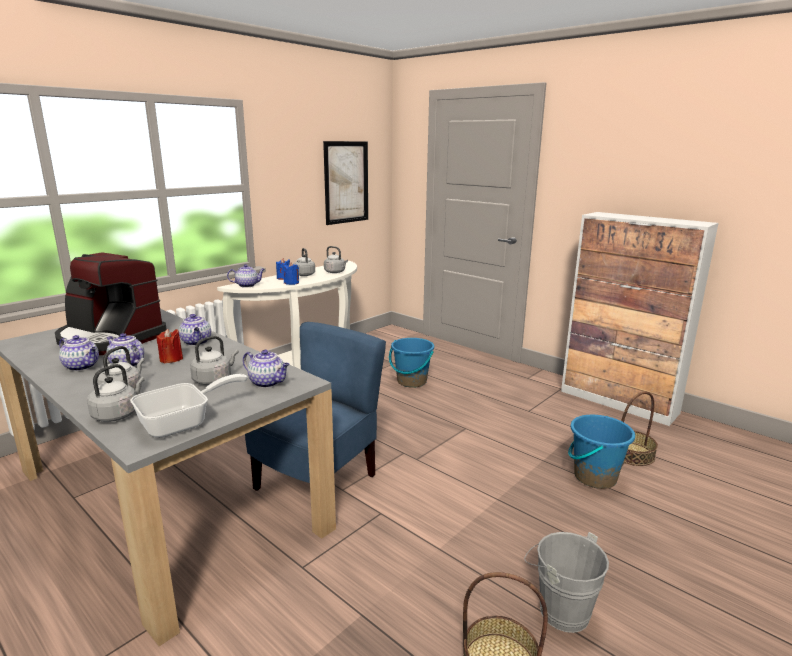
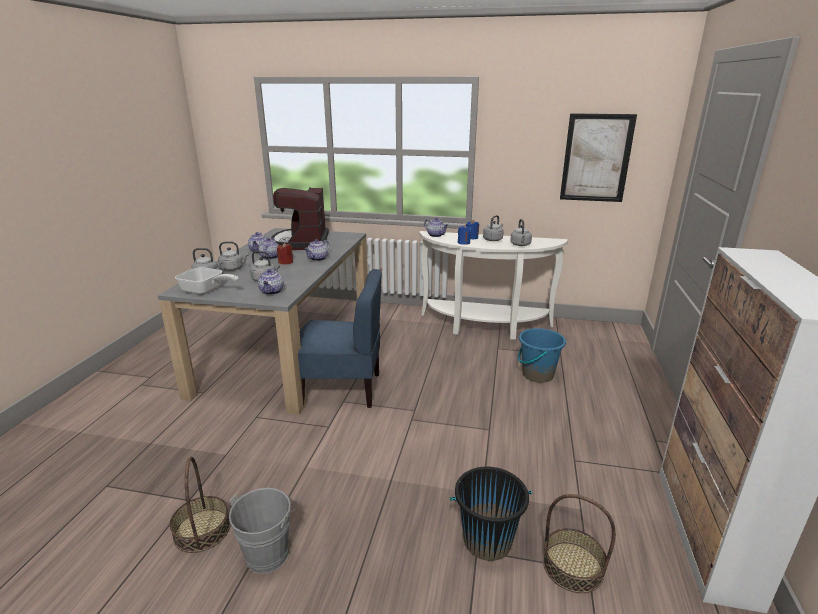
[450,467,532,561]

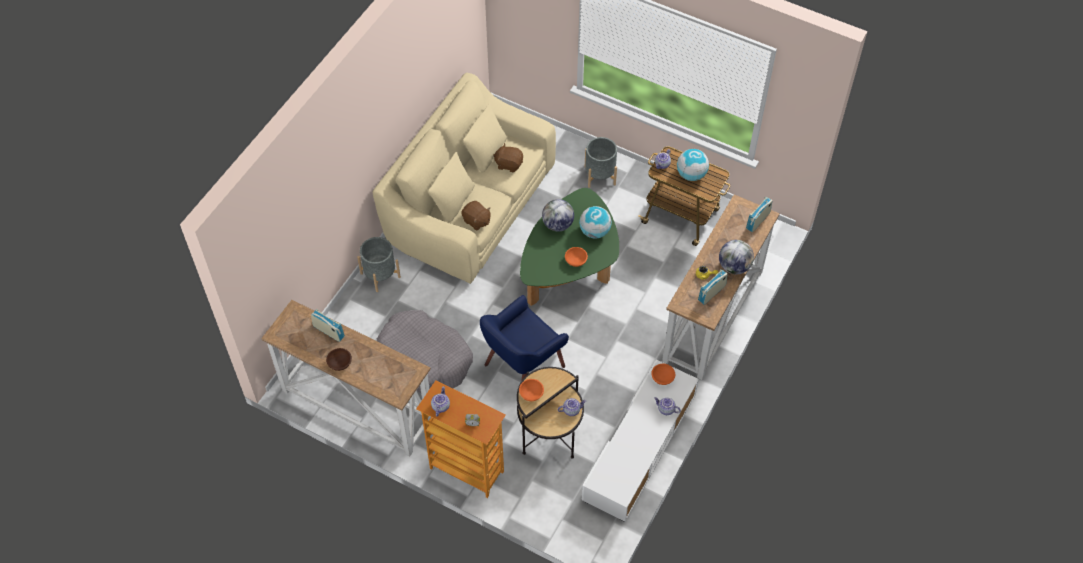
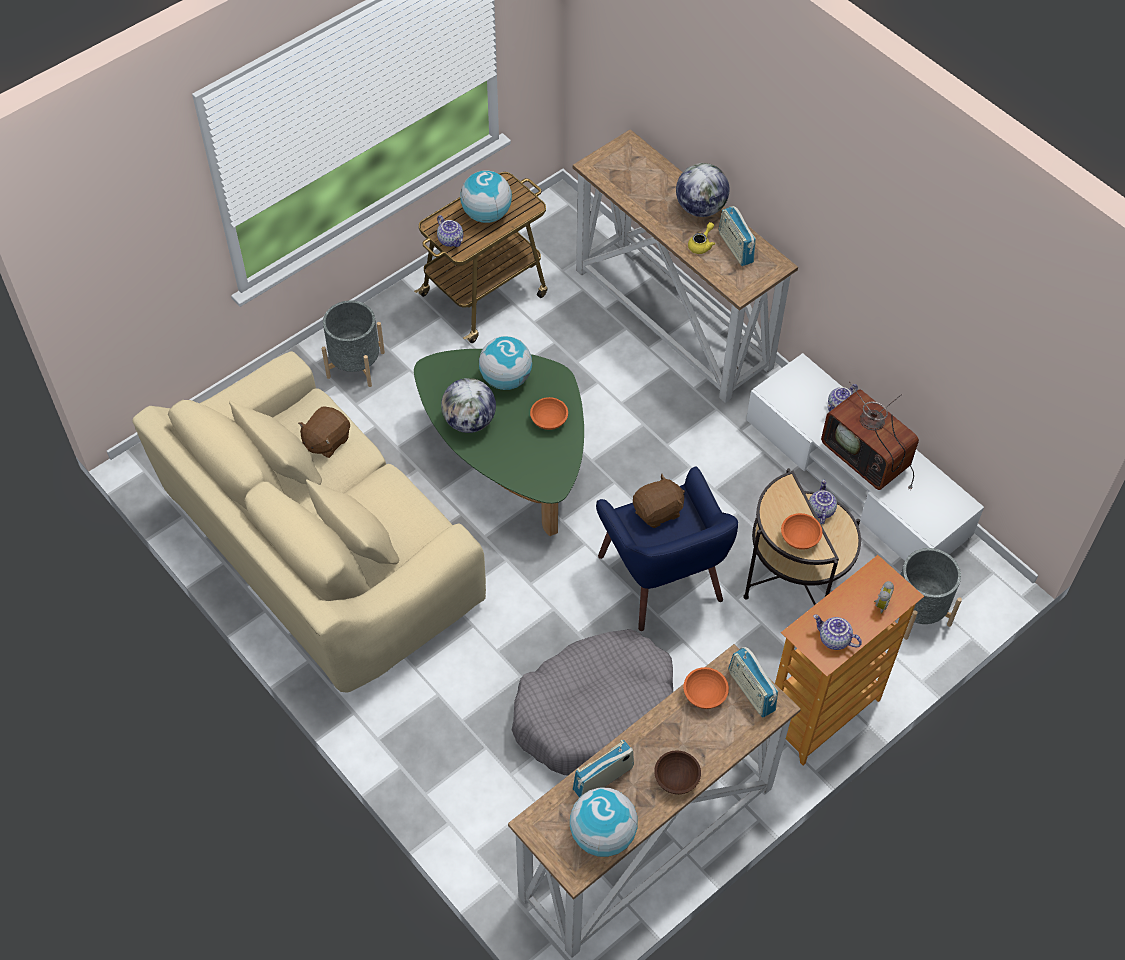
[900,548,962,640]
[633,474,685,528]
[683,667,729,709]
[728,647,778,717]
[570,788,638,857]
[821,381,919,490]

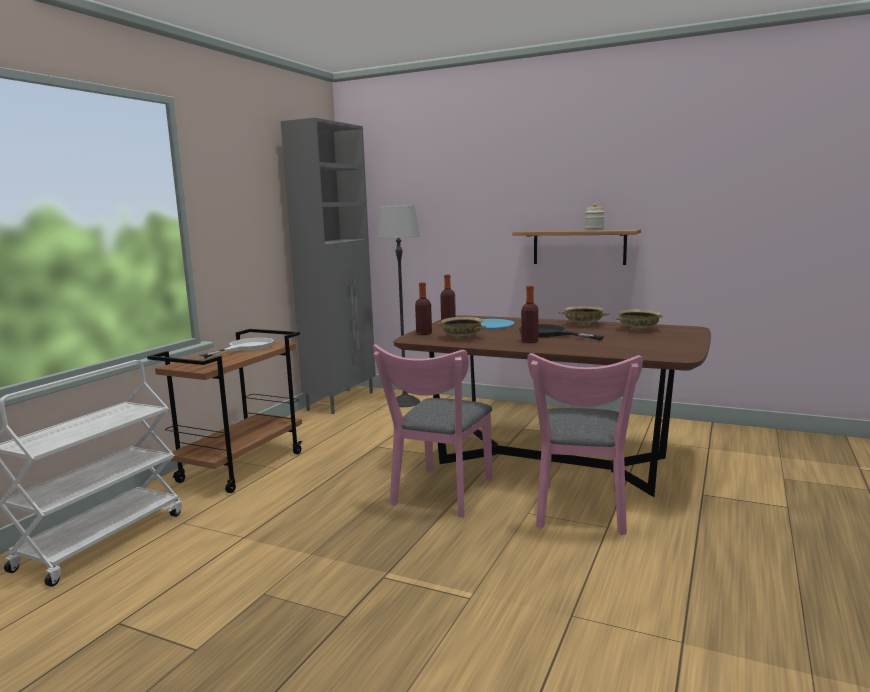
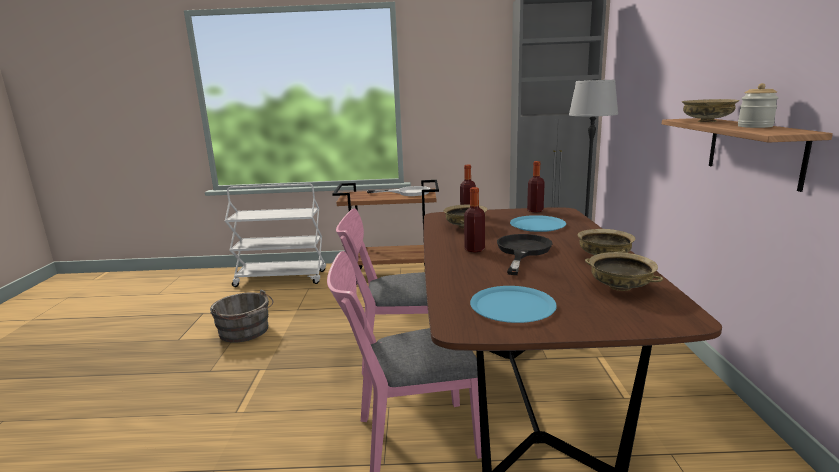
[210,290,273,343]
[470,286,557,323]
[682,99,739,122]

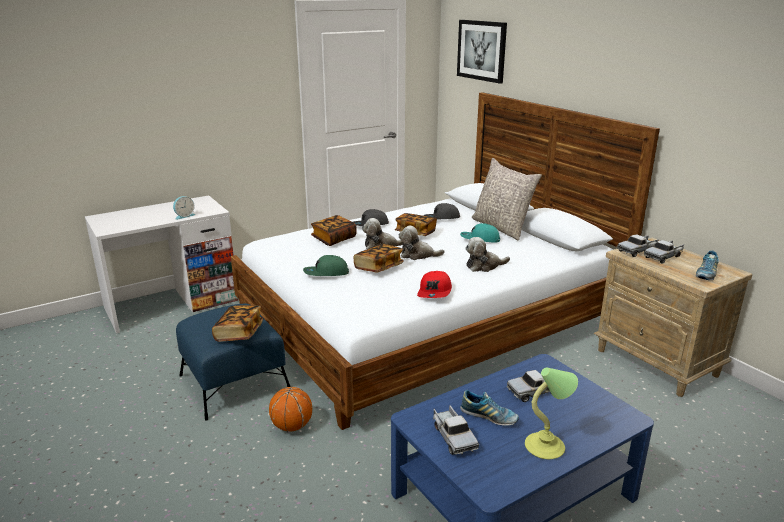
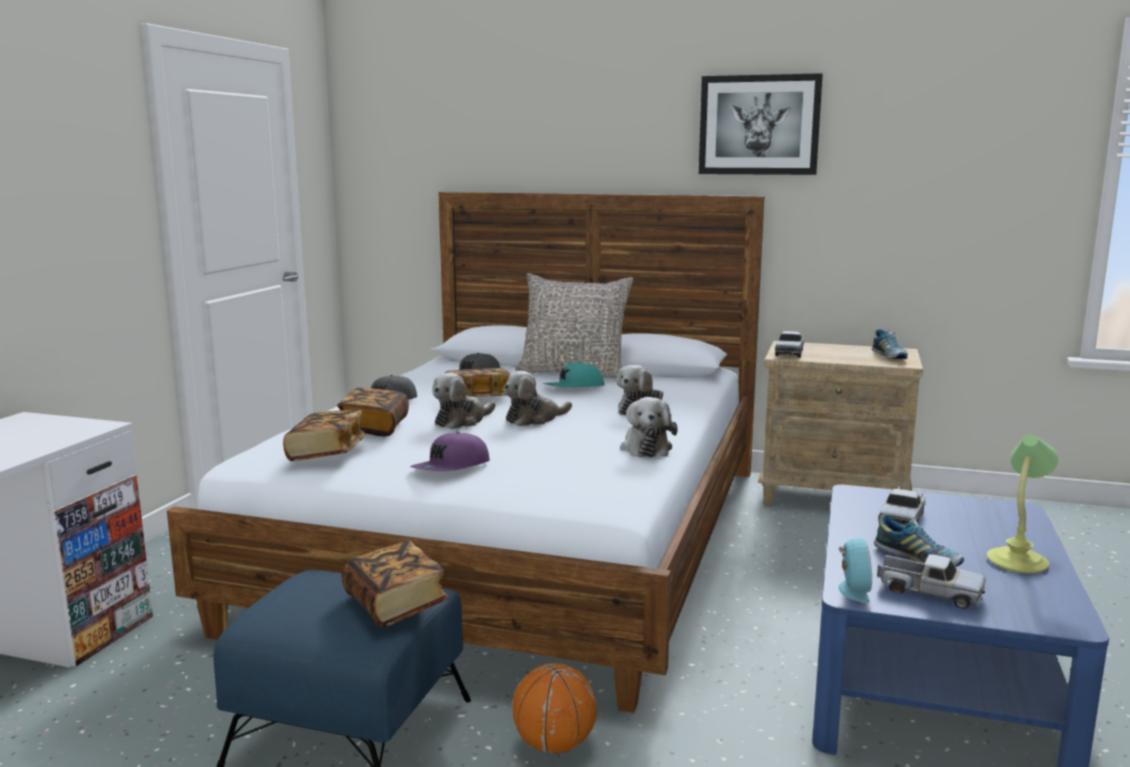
[838,538,872,603]
[410,432,490,471]
[283,410,365,461]
[620,397,678,457]
[699,73,823,175]
[874,514,964,567]
[644,240,684,264] (first image)

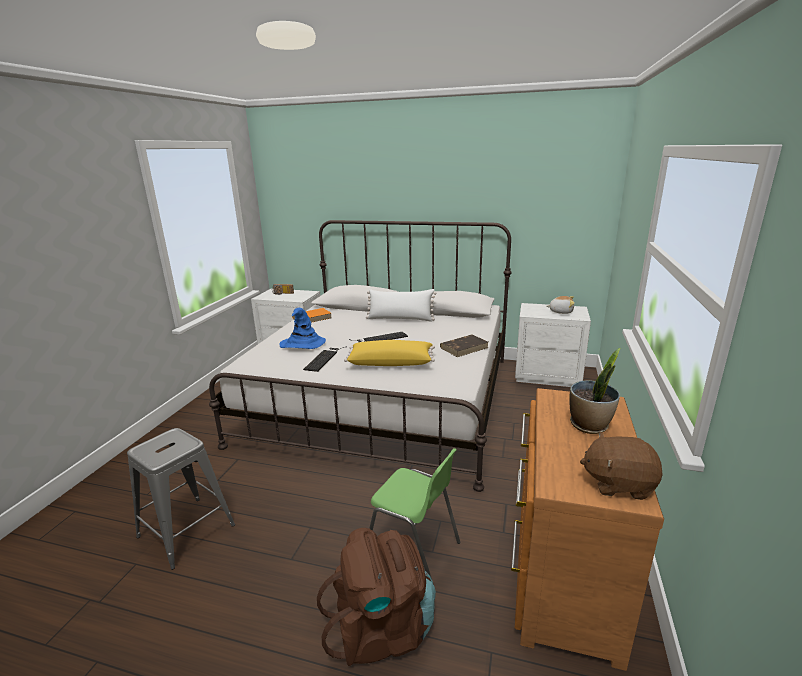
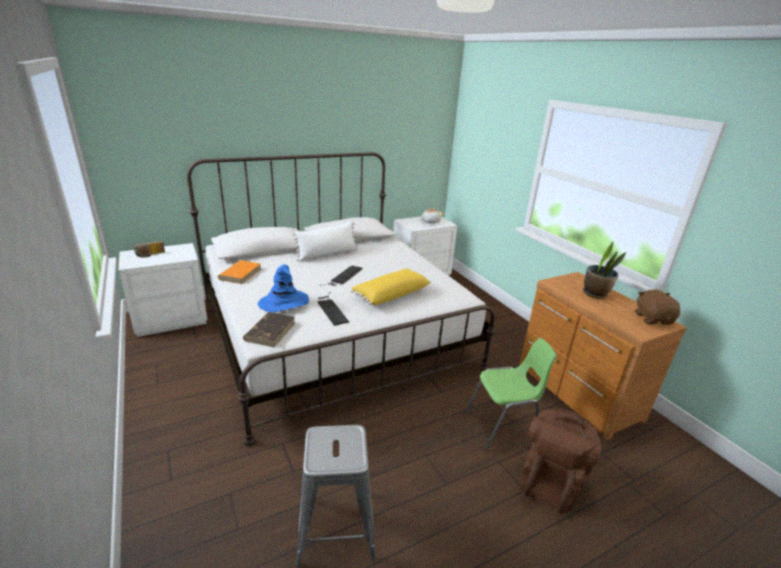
[243,312,295,347]
[635,289,680,325]

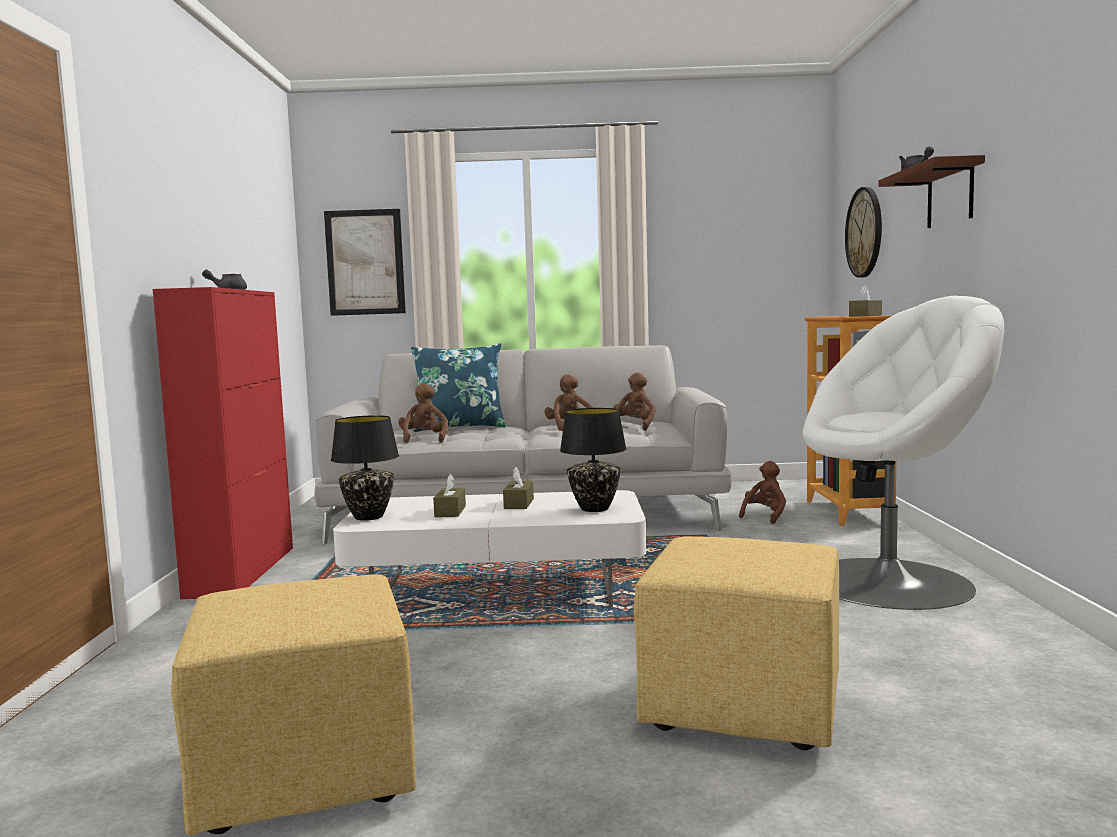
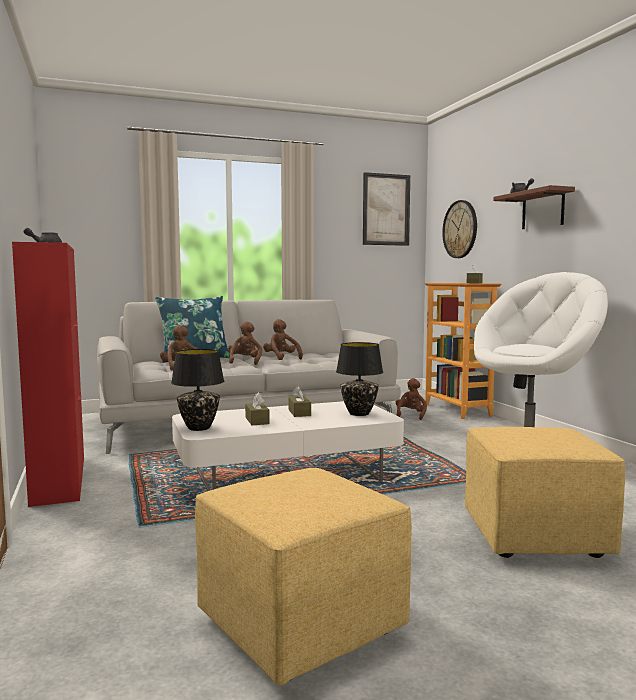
[363,172,410,246]
[228,322,262,365]

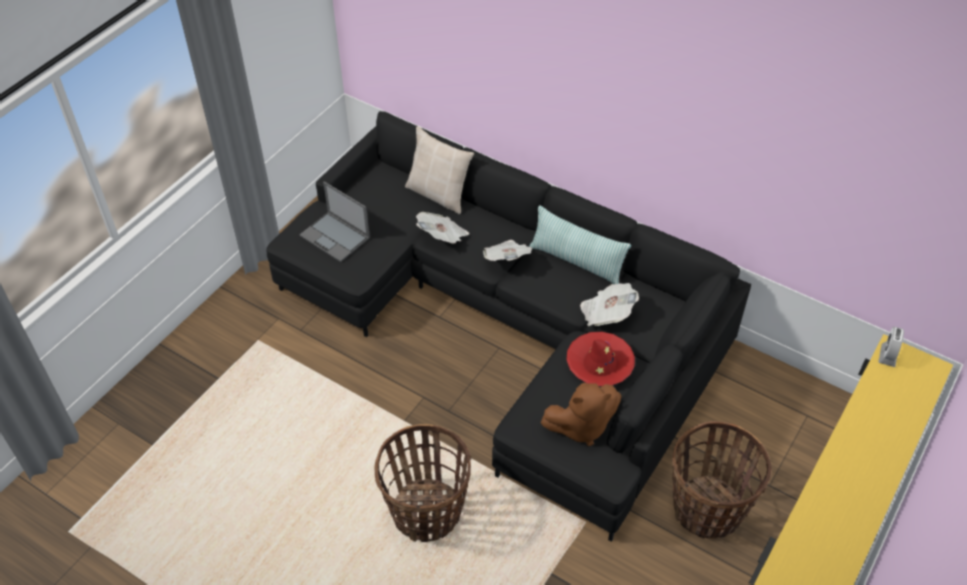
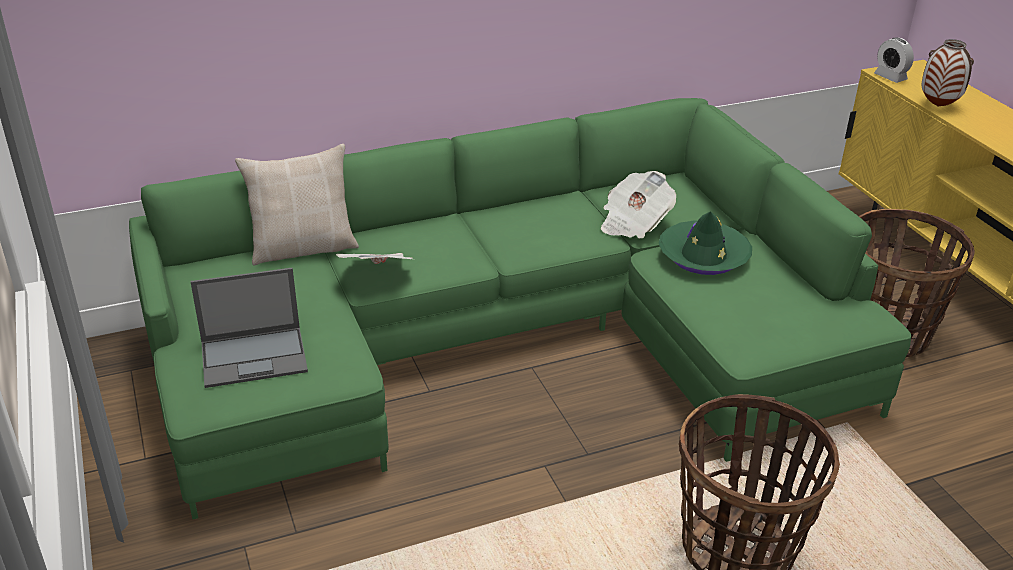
[129,98,911,520]
[483,240,532,261] (first image)
[529,205,631,284] (first image)
[541,383,621,446] (first image)
[659,211,752,275]
[922,39,974,107]

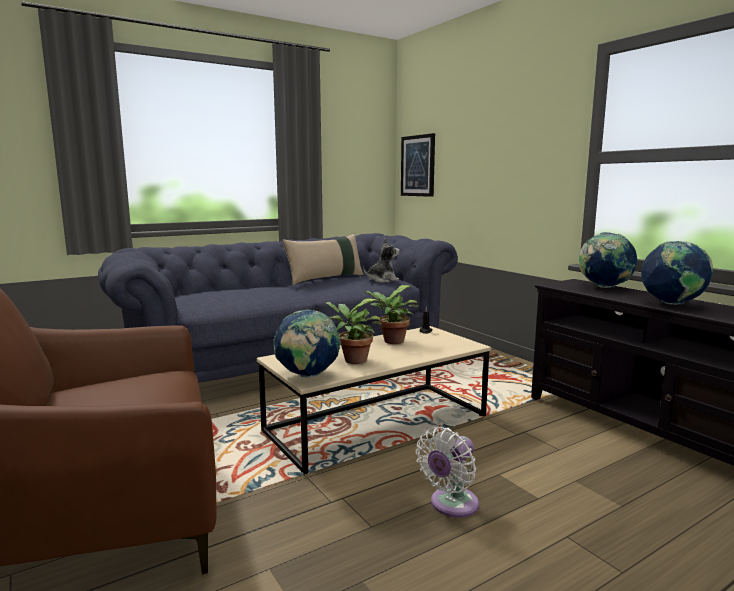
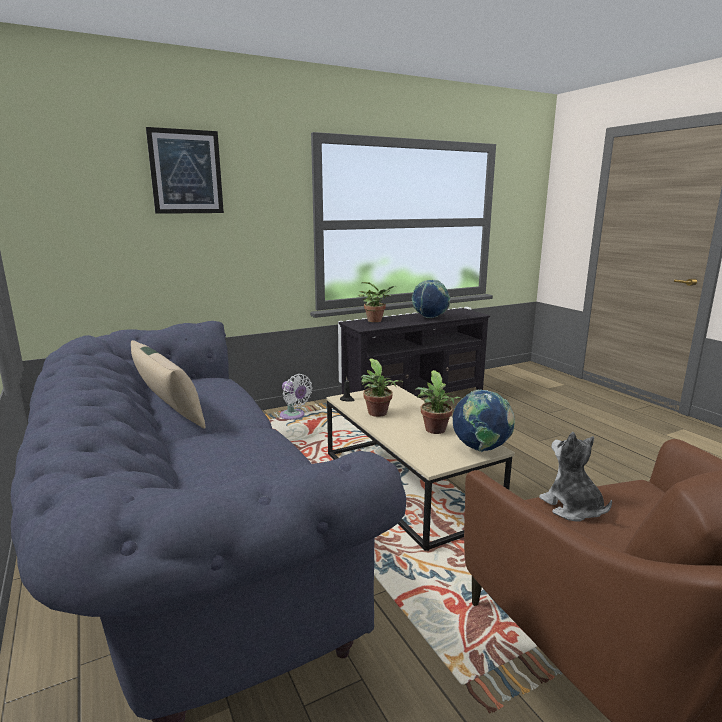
[539,432,612,522]
[146,127,224,214]
[280,374,312,420]
[358,282,396,322]

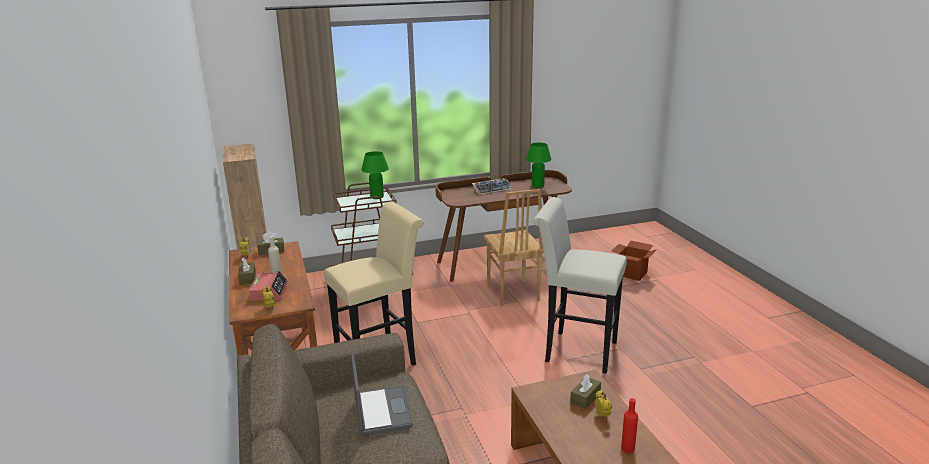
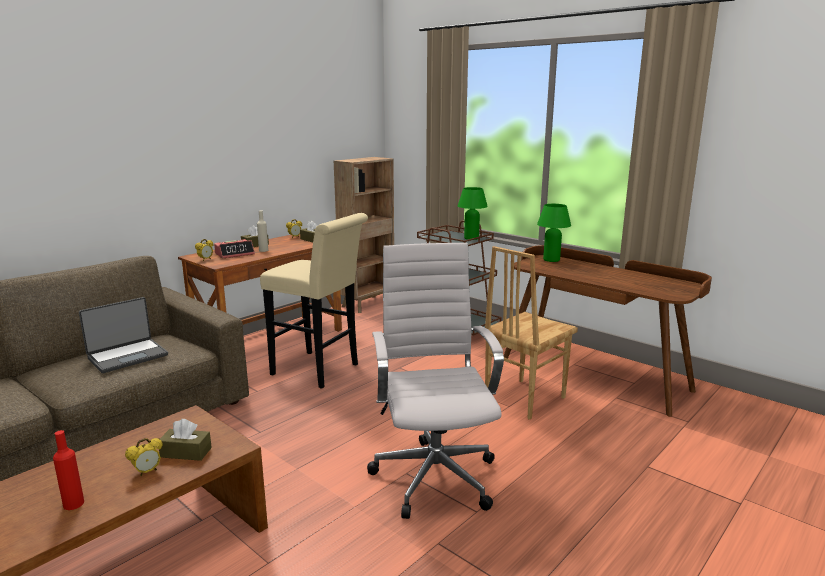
[472,178,512,195] (first image)
[537,204,571,262]
[367,243,504,519]
[612,241,657,281] (first image)

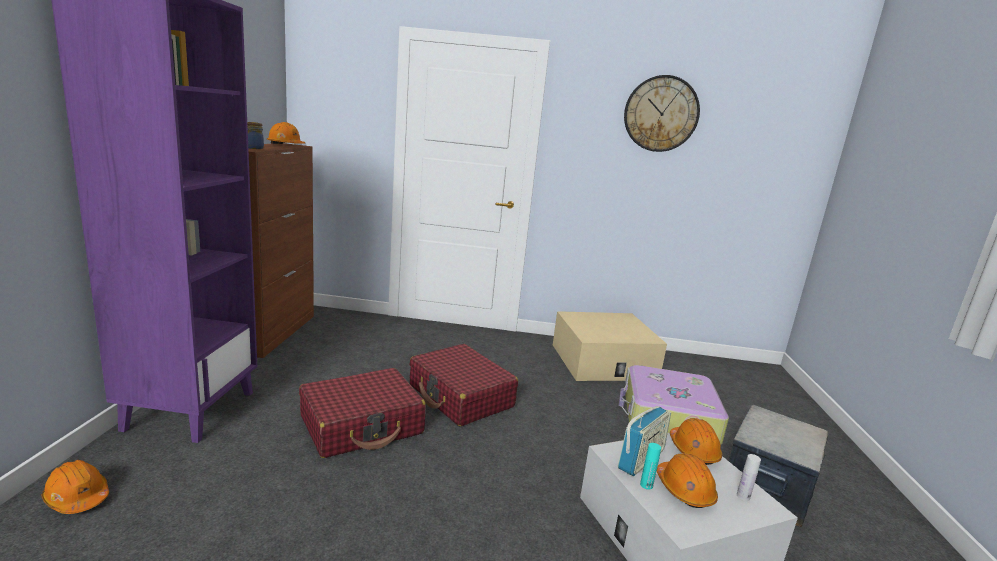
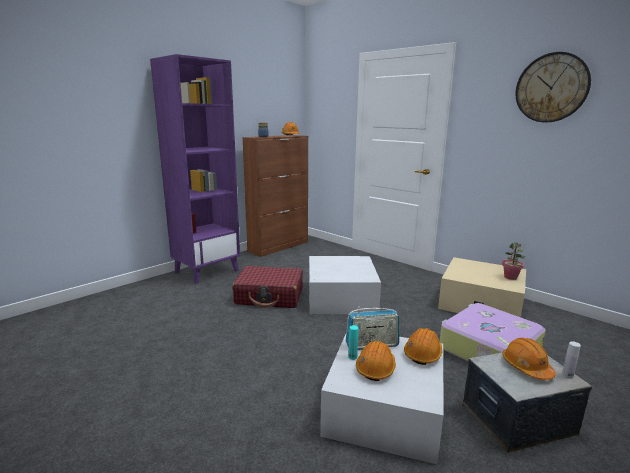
[502,338,556,380]
[309,256,381,314]
[562,341,581,379]
[502,242,525,280]

